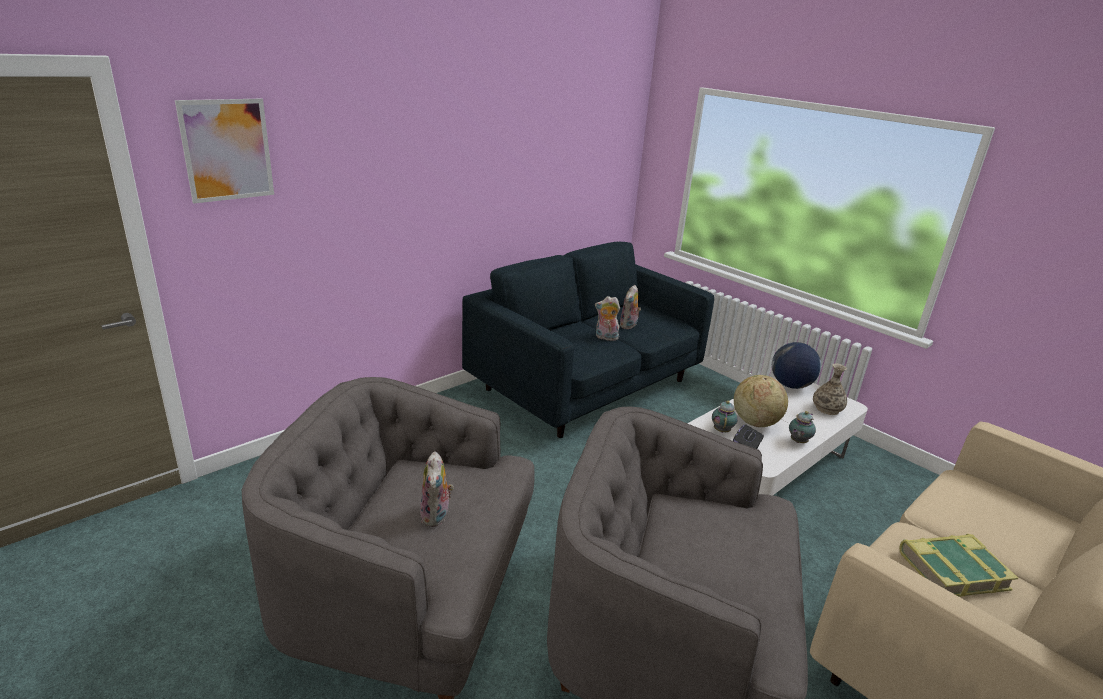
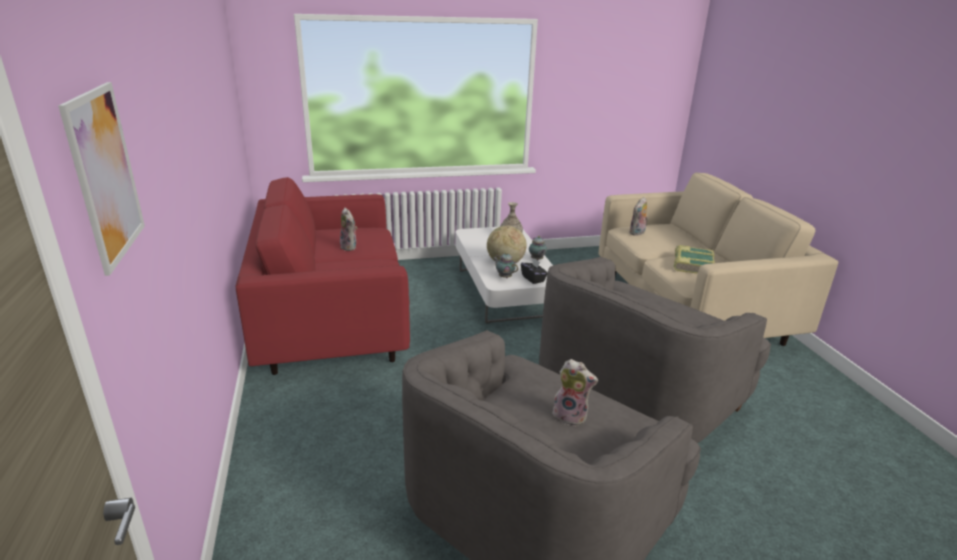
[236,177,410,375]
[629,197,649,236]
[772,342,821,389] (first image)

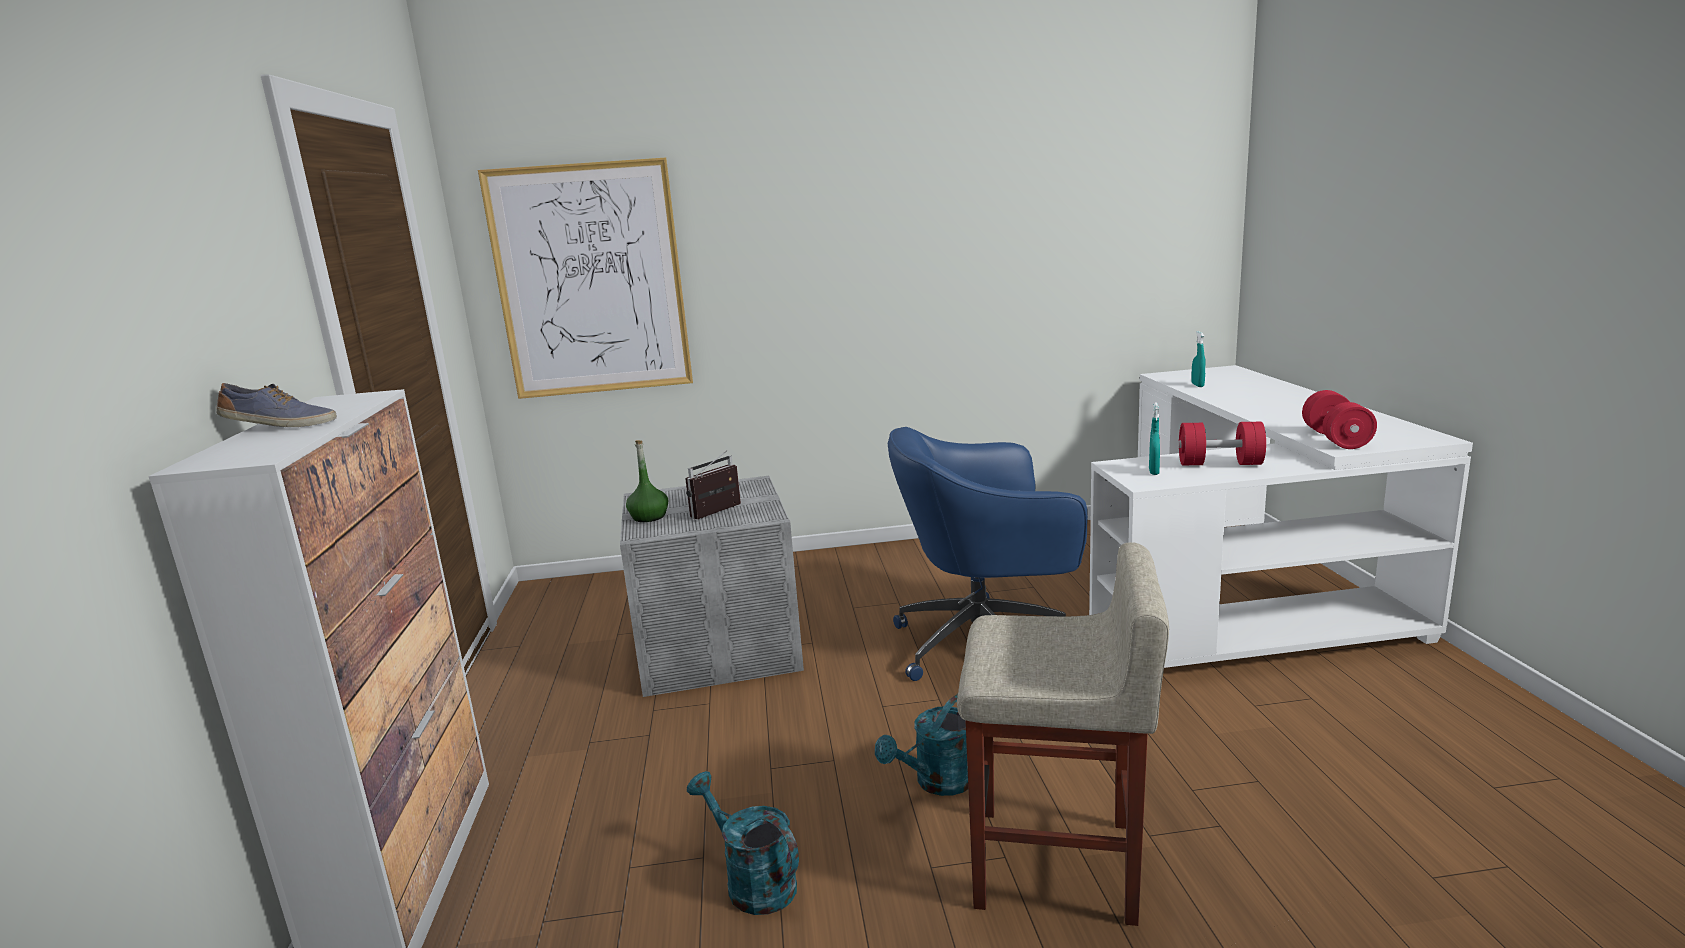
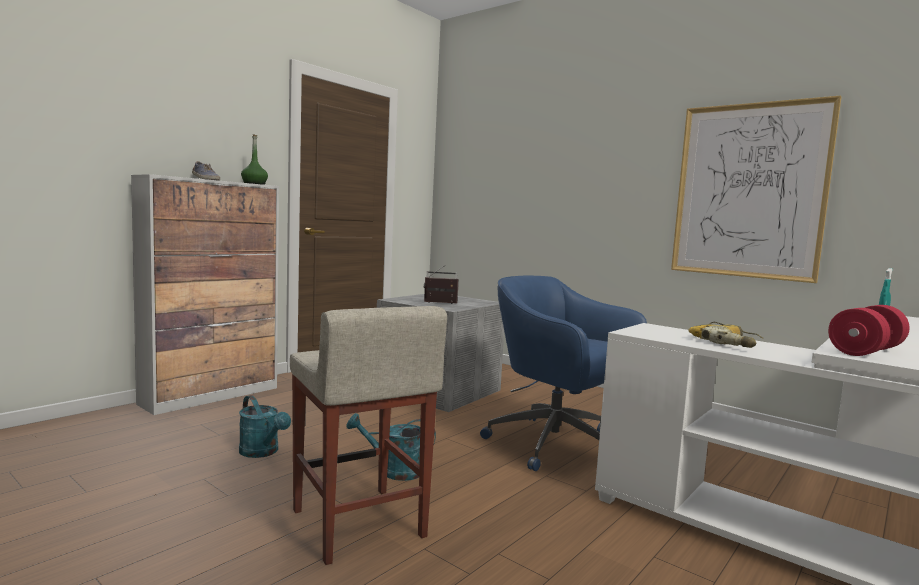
[671,96,842,283]
[241,134,268,185]
[239,395,291,458]
[1149,403,1160,475] (first image)
[688,322,763,348]

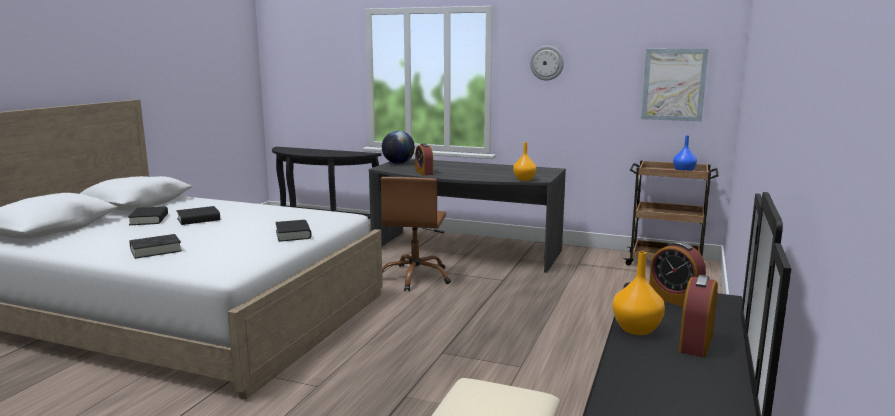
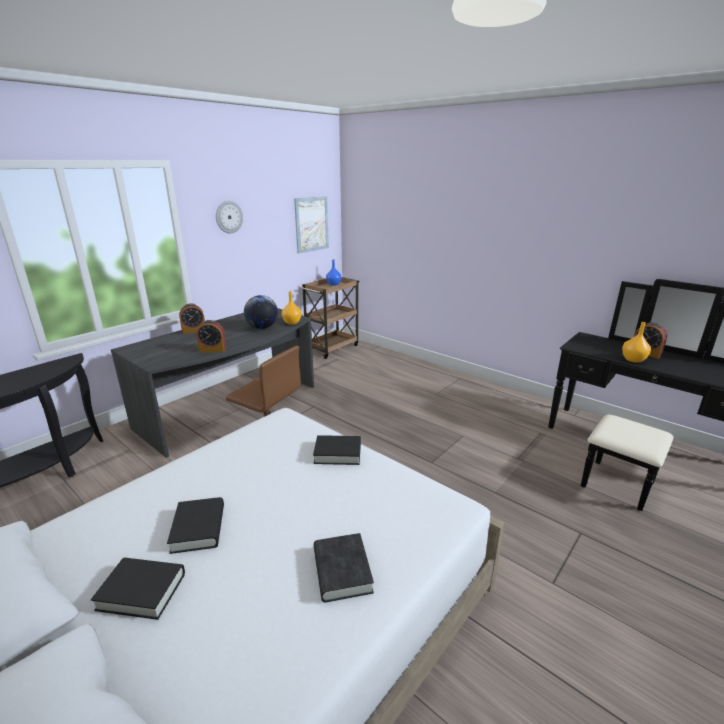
[244,295,278,329]
[179,303,205,334]

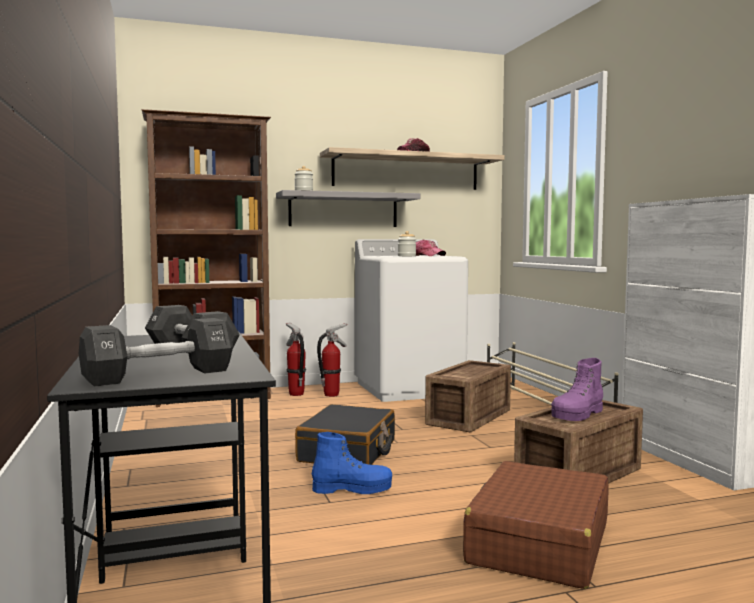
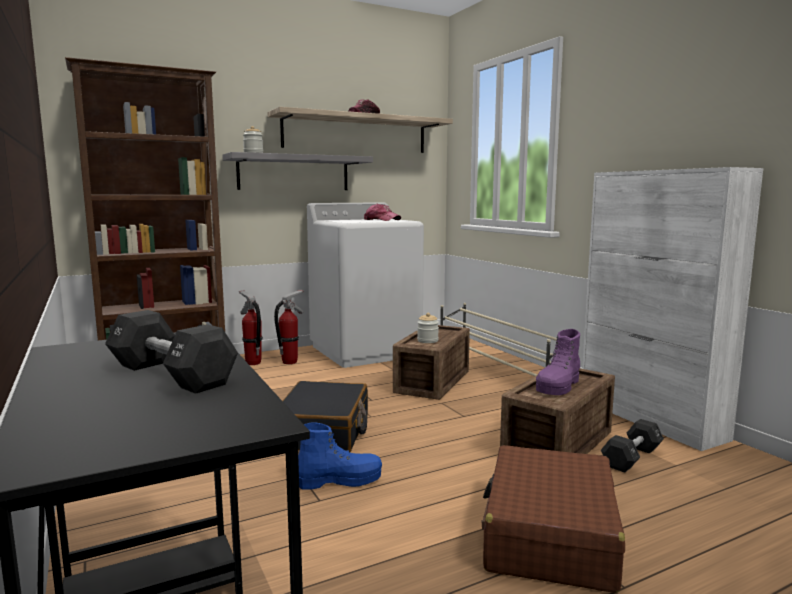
[601,419,664,473]
[417,313,439,343]

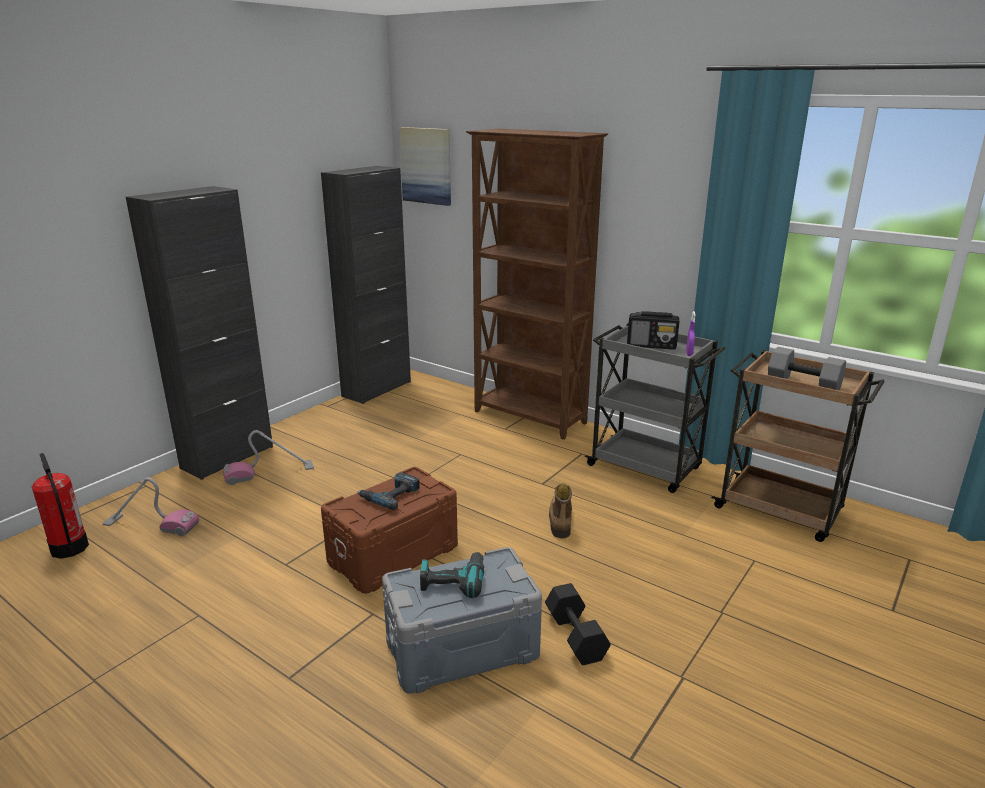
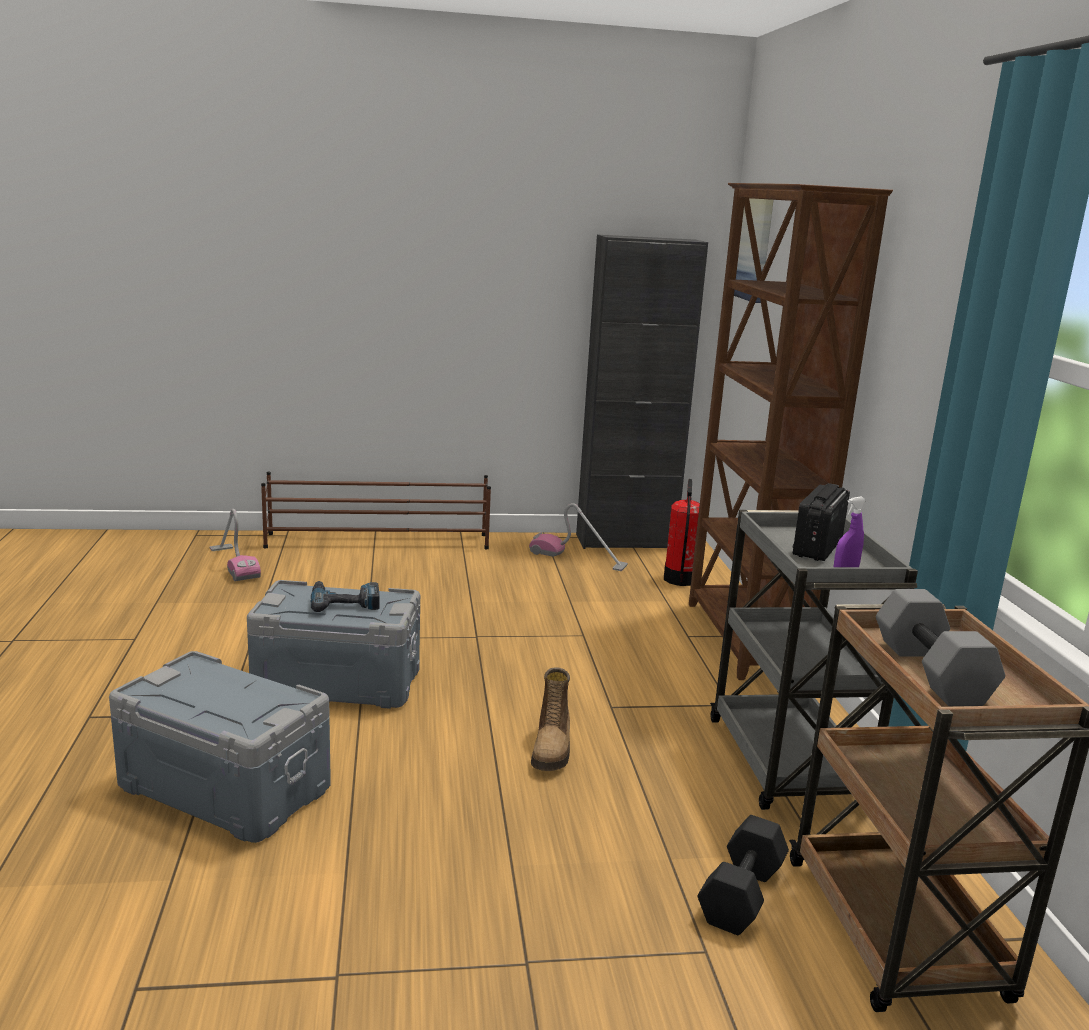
[664,479,700,586]
[261,472,491,549]
[529,503,628,571]
[247,580,420,709]
[420,552,484,598] (first image)
[697,815,789,935]
[531,667,570,771]
[793,483,850,561]

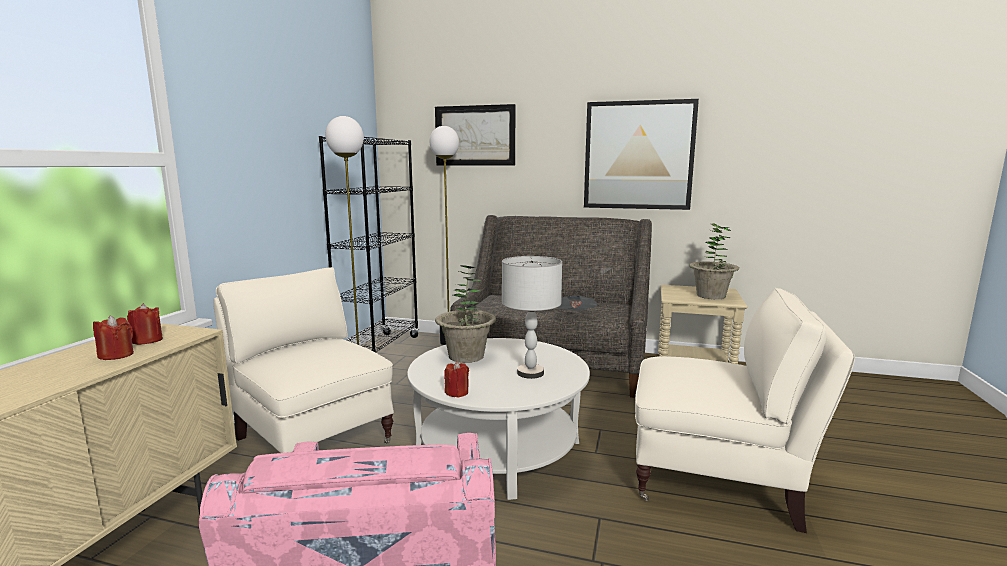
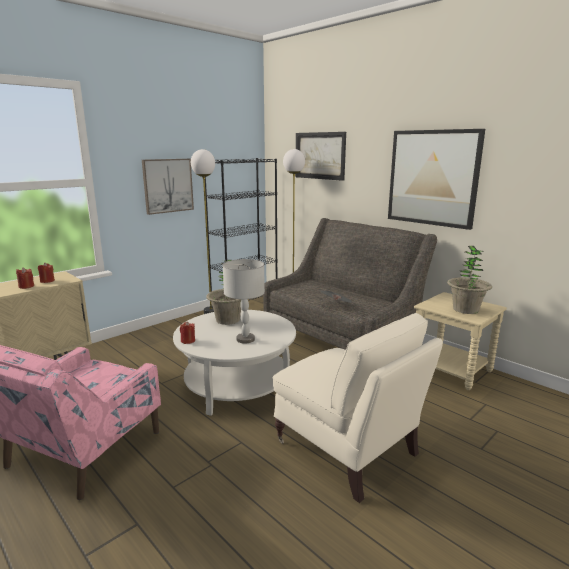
[213,267,394,453] (first image)
[142,159,194,215]

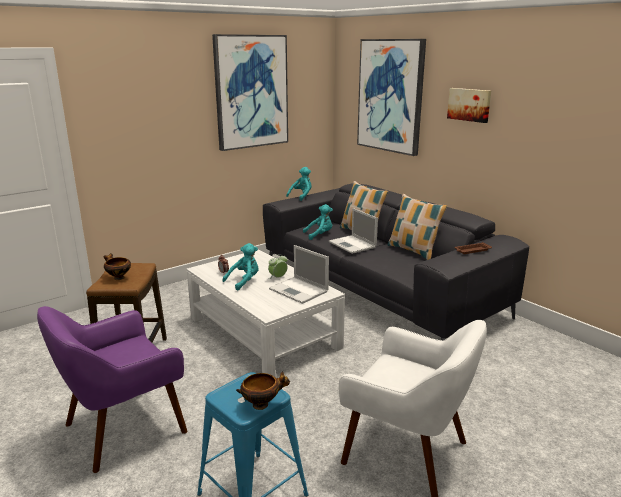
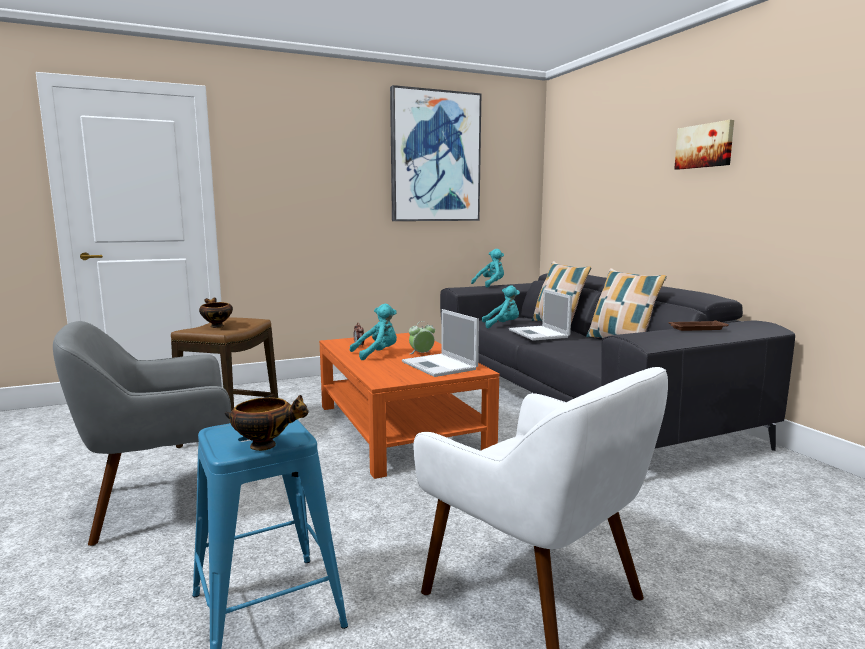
[53,321,231,546]
[319,333,500,479]
[357,39,426,156] (first image)

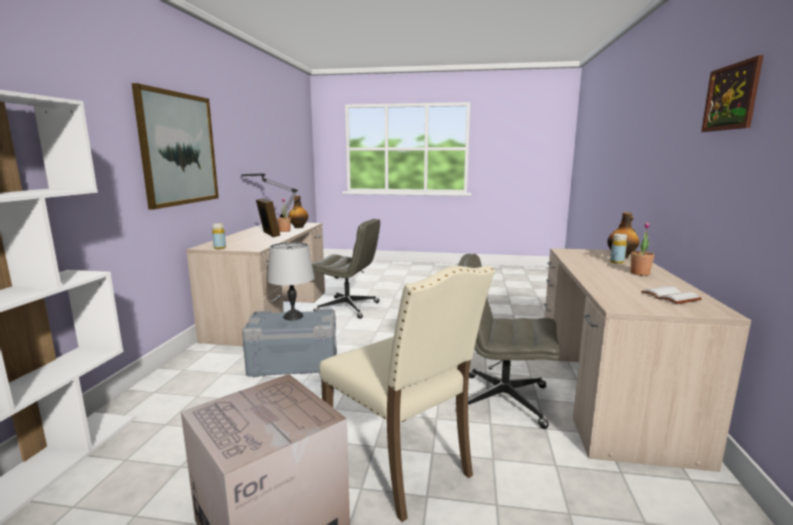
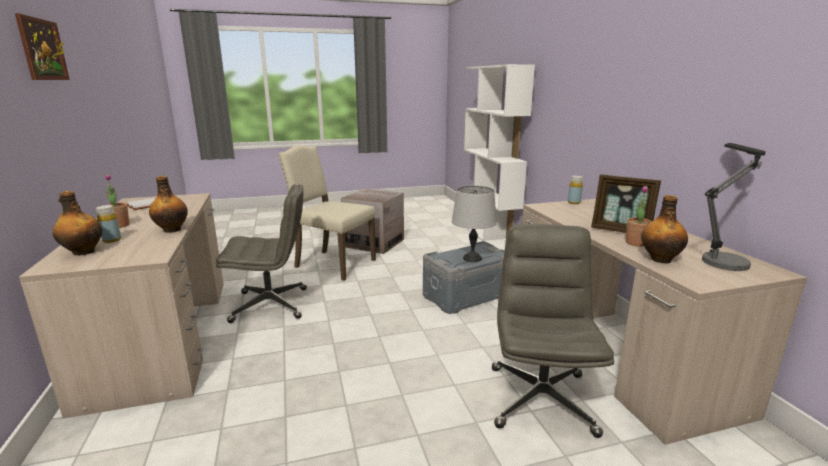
[132,83,219,210] (first image)
[492,224,614,438]
[149,176,188,233]

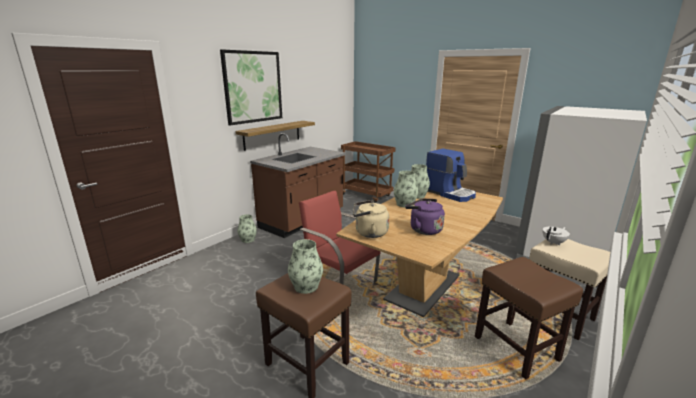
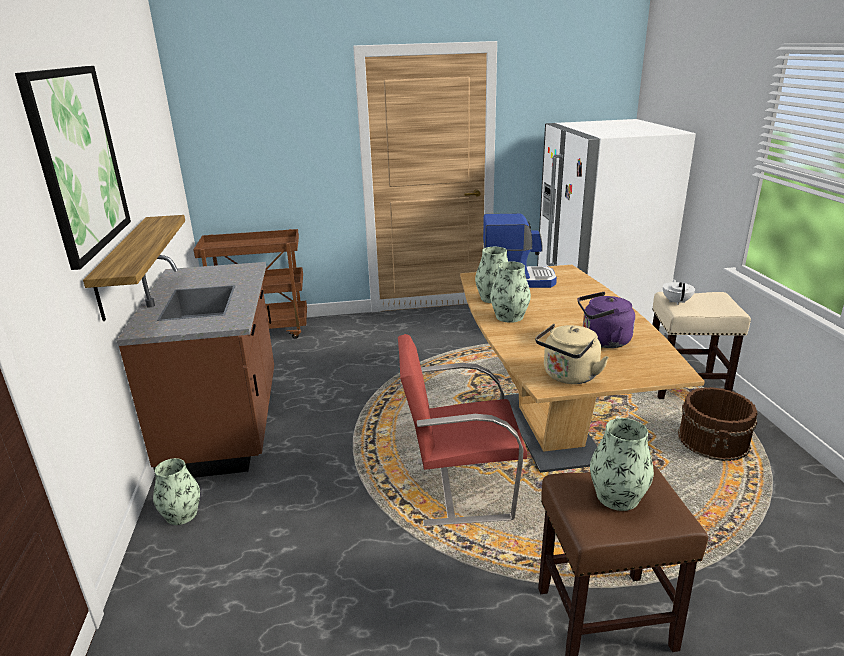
[678,387,758,461]

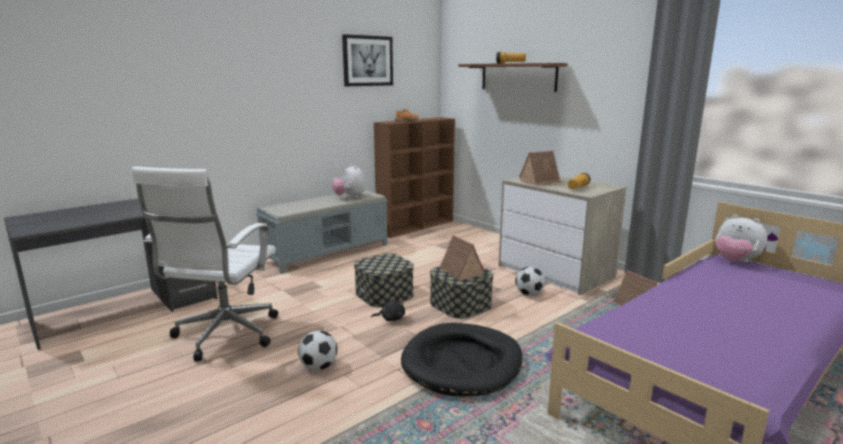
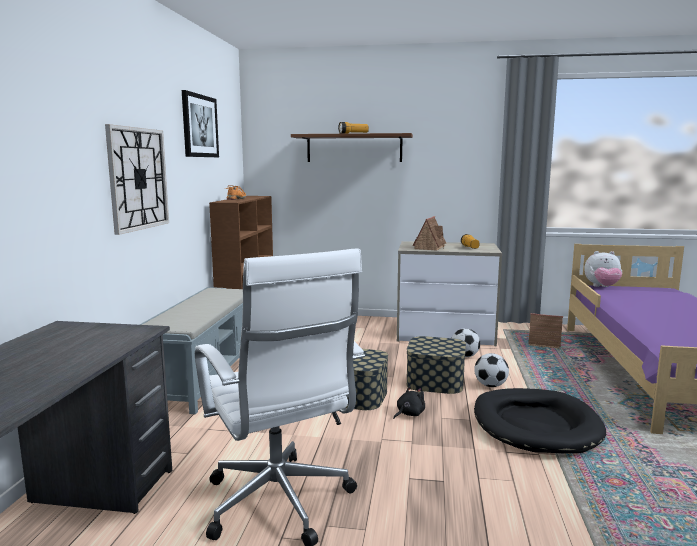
[474,353,509,387]
[332,164,365,198] (first image)
[438,235,485,281] (first image)
[105,124,169,235]

